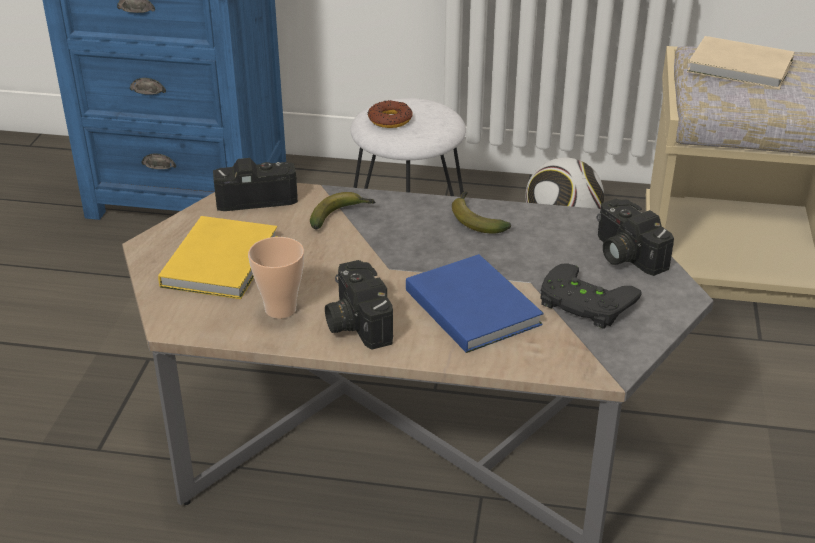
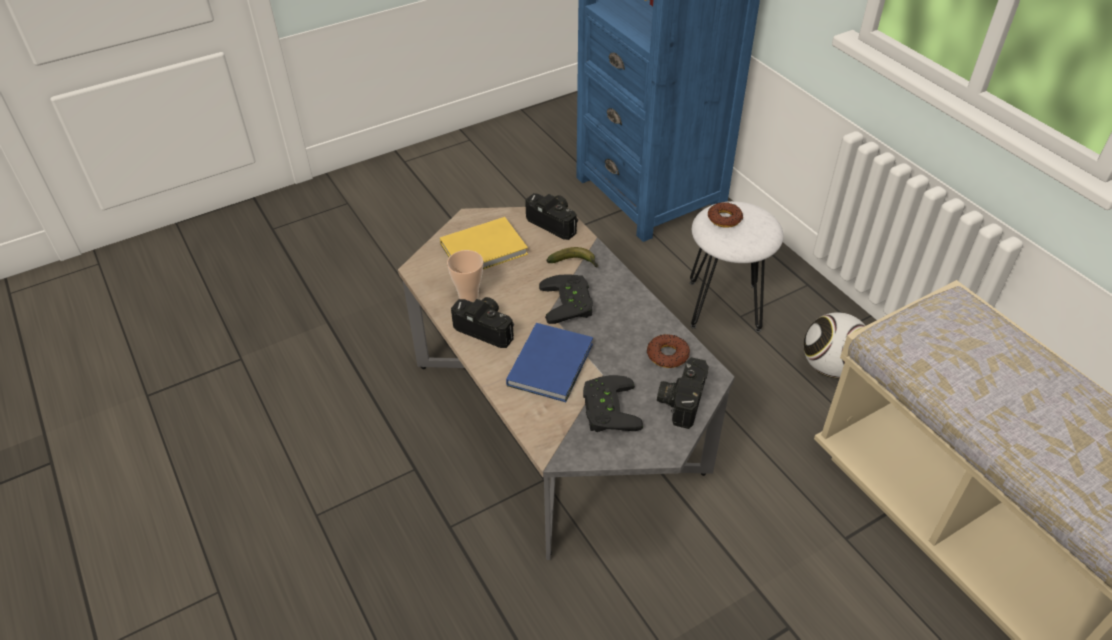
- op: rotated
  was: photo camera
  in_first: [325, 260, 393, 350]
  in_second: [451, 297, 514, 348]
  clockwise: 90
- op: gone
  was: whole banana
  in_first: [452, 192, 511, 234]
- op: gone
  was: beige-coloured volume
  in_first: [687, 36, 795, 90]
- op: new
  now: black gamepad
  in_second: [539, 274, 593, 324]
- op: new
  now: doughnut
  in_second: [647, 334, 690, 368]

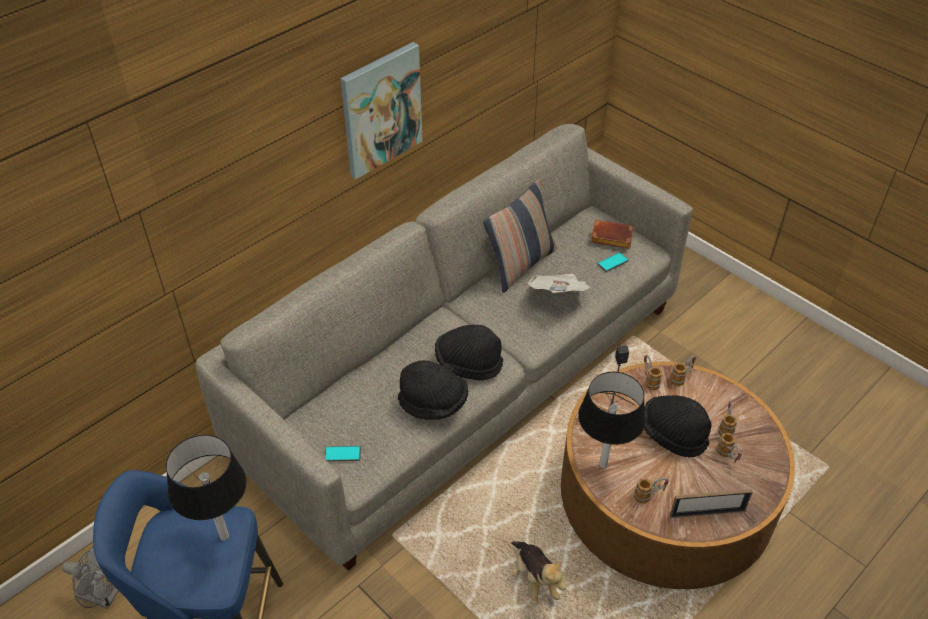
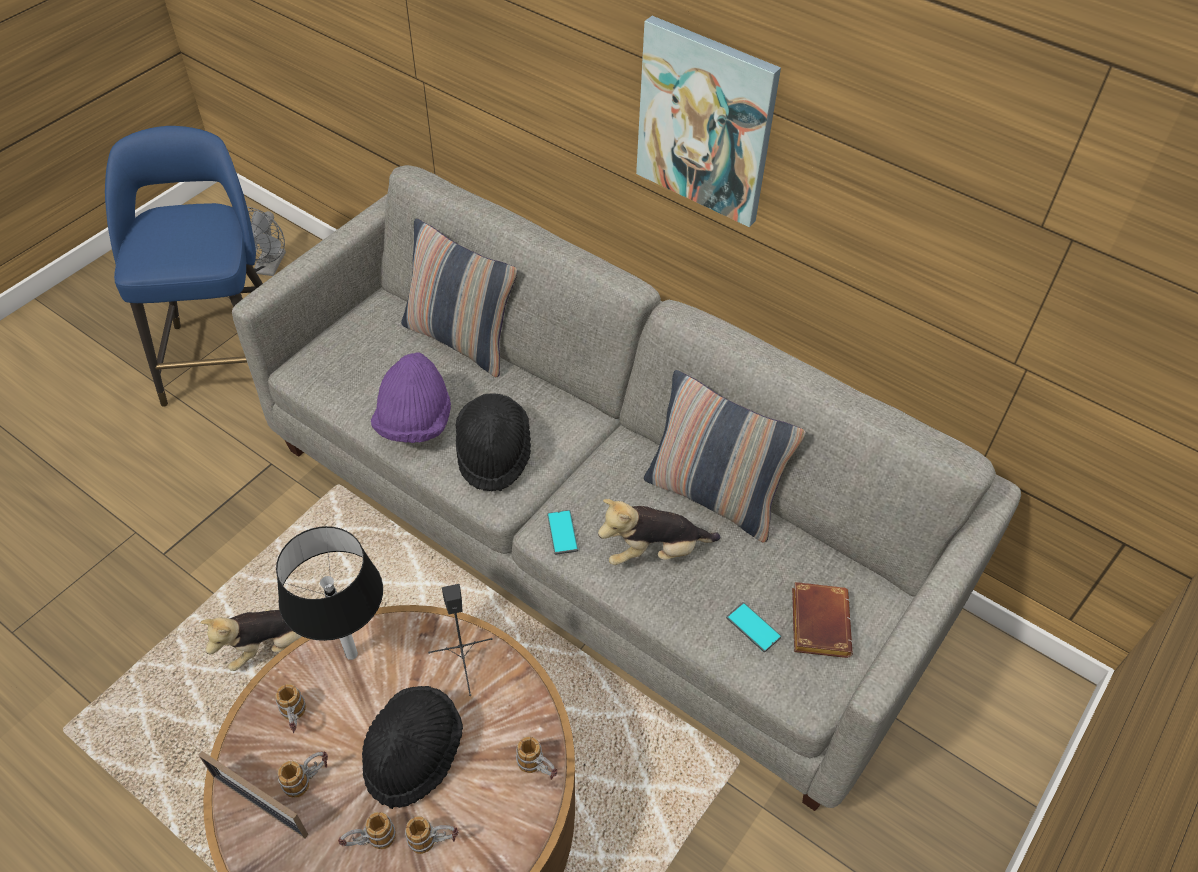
- op: gone
  was: black table lamp
  in_first: [166, 435, 247, 541]
- op: shifted
  was: phone
  in_first: [325, 446, 361, 462]
  in_second: [547, 510, 578, 555]
- op: repainted
  was: black hat
  now: purple-coloured hat
  in_first: [398, 360, 468, 420]
  in_second: [371, 352, 451, 443]
- op: swapped
  was: newspaper
  now: soft toy
  in_first: [528, 274, 591, 293]
  in_second: [598, 499, 720, 565]
- op: shifted
  was: coffee mug
  in_first: [644, 355, 662, 390]
  in_second: [278, 751, 328, 798]
- op: rotated
  was: photo frame
  in_first: [670, 489, 753, 518]
  in_second: [198, 751, 308, 839]
  clockwise: -45
- op: new
  now: throw pillow
  in_second: [401, 219, 518, 377]

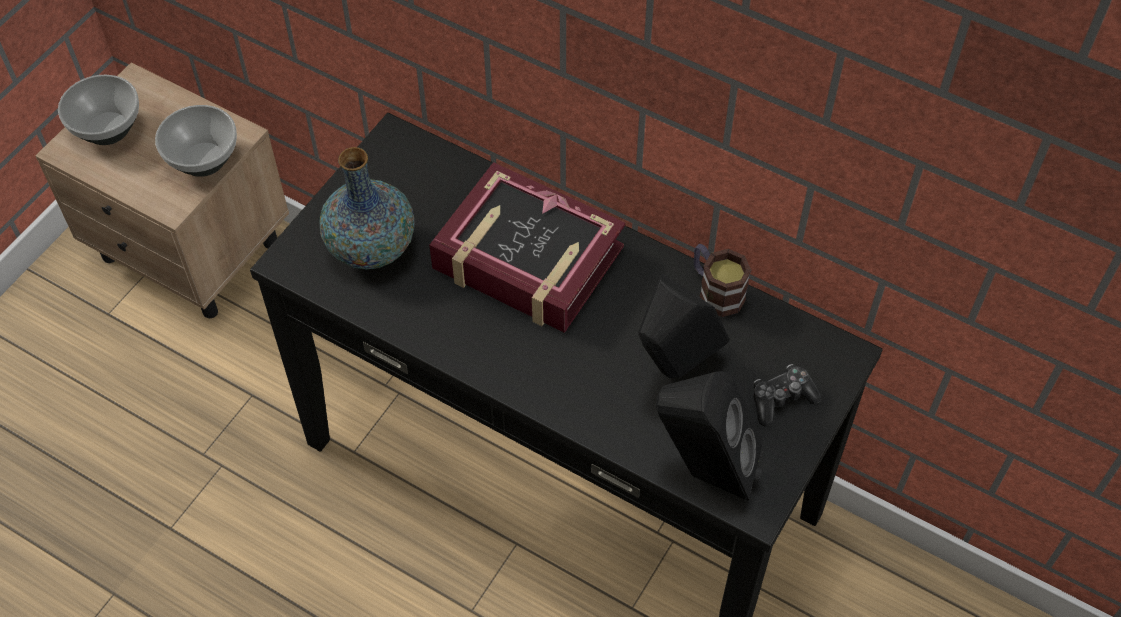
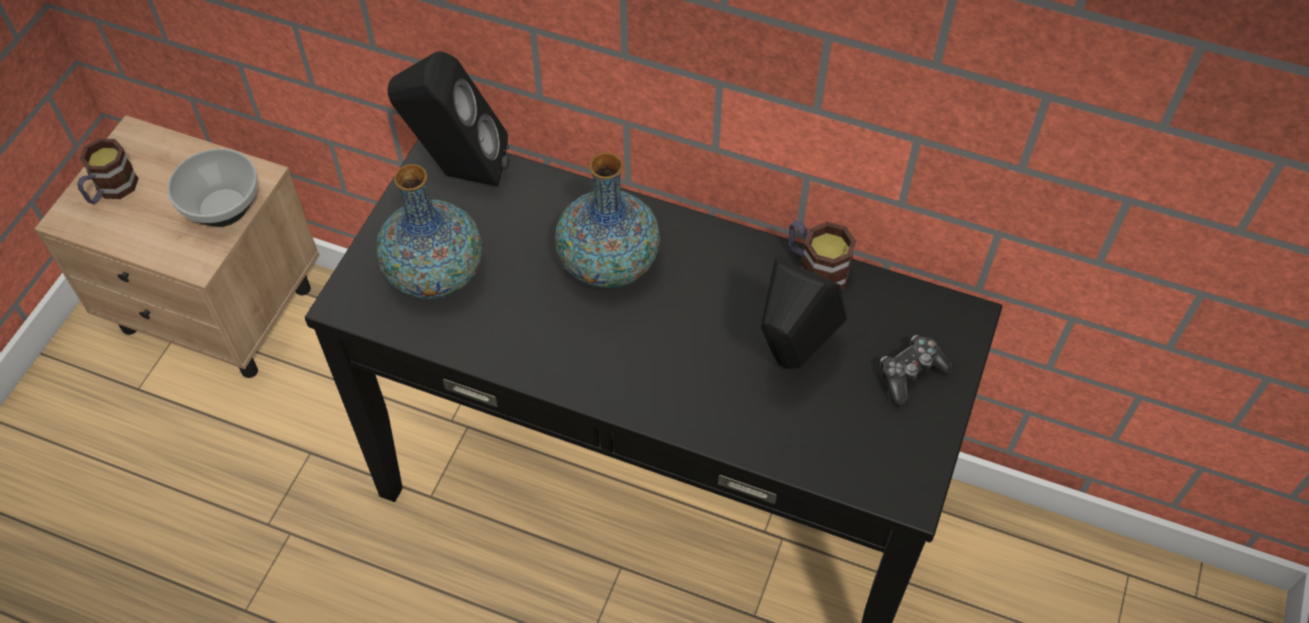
- op: swapped
  was: serving bowl
  now: coffee mug
  in_first: [58, 75, 139, 145]
  in_second: [77, 138, 139, 204]
- op: swapped
  was: volume
  now: decorative vase
  in_first: [429, 162, 625, 333]
  in_second: [555, 153, 660, 288]
- op: shifted
  was: black speaker
  in_first: [656, 371, 763, 501]
  in_second: [388, 52, 509, 187]

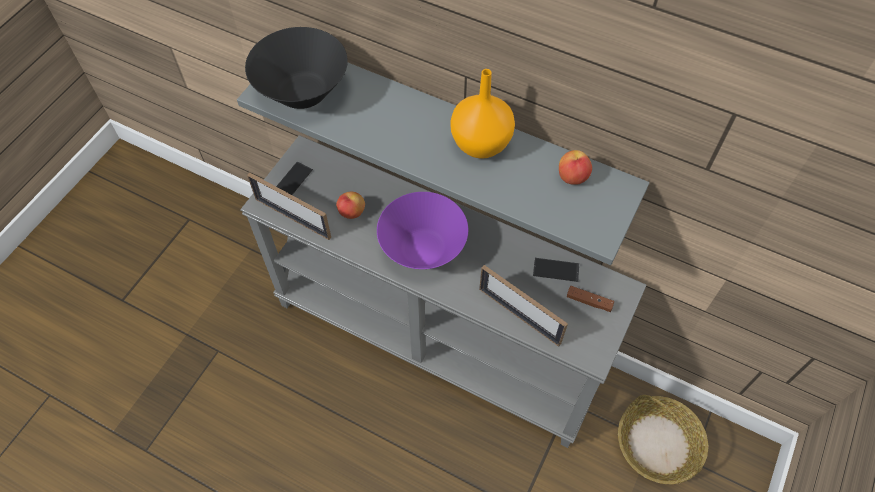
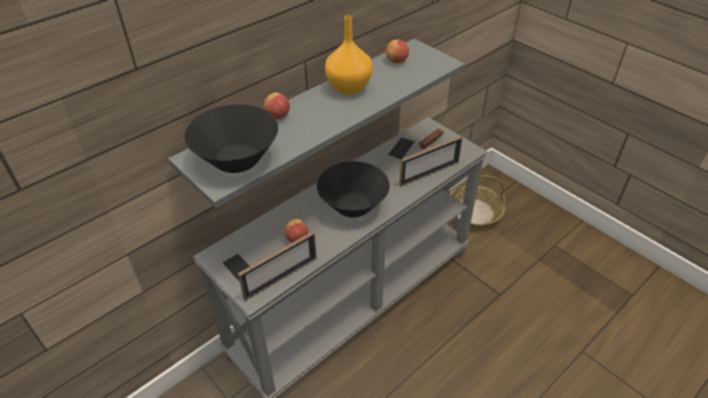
- op: repainted
  was: purple-coloured serving bowl
  now: black serving bowl
  in_first: [377, 192, 468, 269]
  in_second: [317, 161, 390, 218]
- op: new
  now: apple
  in_second: [264, 93, 290, 120]

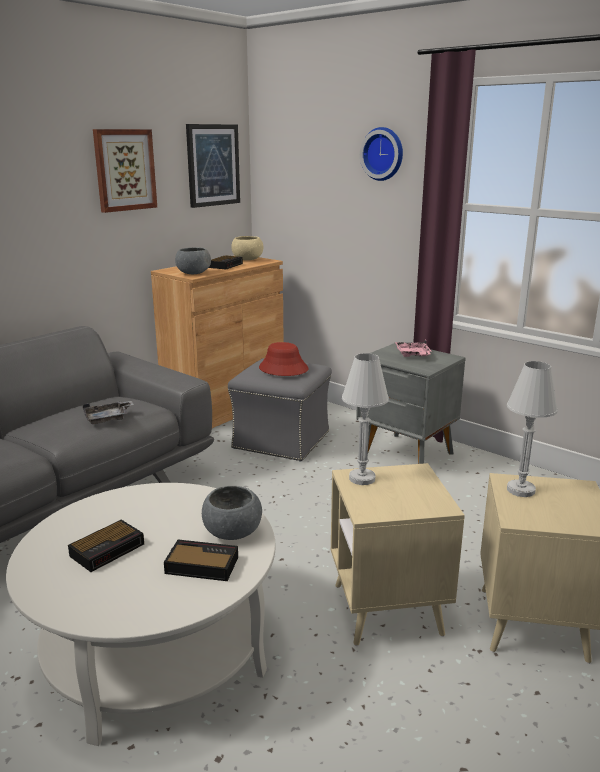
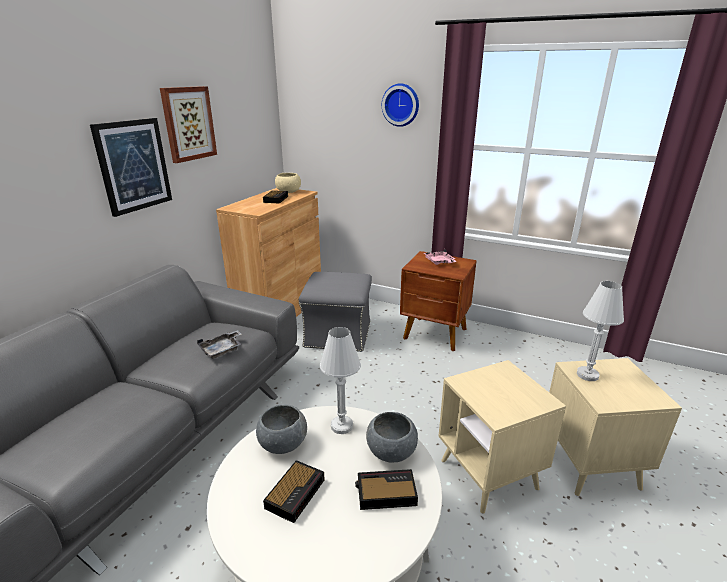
- op: shifted
  was: greyish serving bowl
  in_first: [175, 247, 211, 274]
  in_second: [256, 405, 307, 454]
- op: shifted
  was: wall picture
  in_first: [186, 124, 240, 208]
  in_second: [90, 118, 172, 217]
- op: gone
  was: red hat
  in_first: [259, 342, 309, 376]
- op: shifted
  was: white-coloured table lamp
  in_first: [342, 353, 389, 485]
  in_second: [320, 327, 361, 434]
- op: repainted
  was: greyish bedside table
  now: brown bedside table
  in_first: [356, 343, 466, 464]
  in_second: [400, 251, 477, 351]

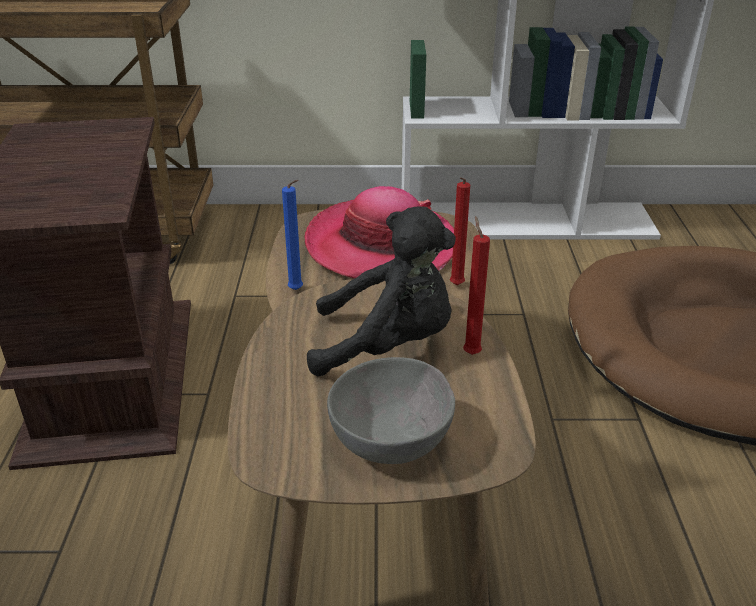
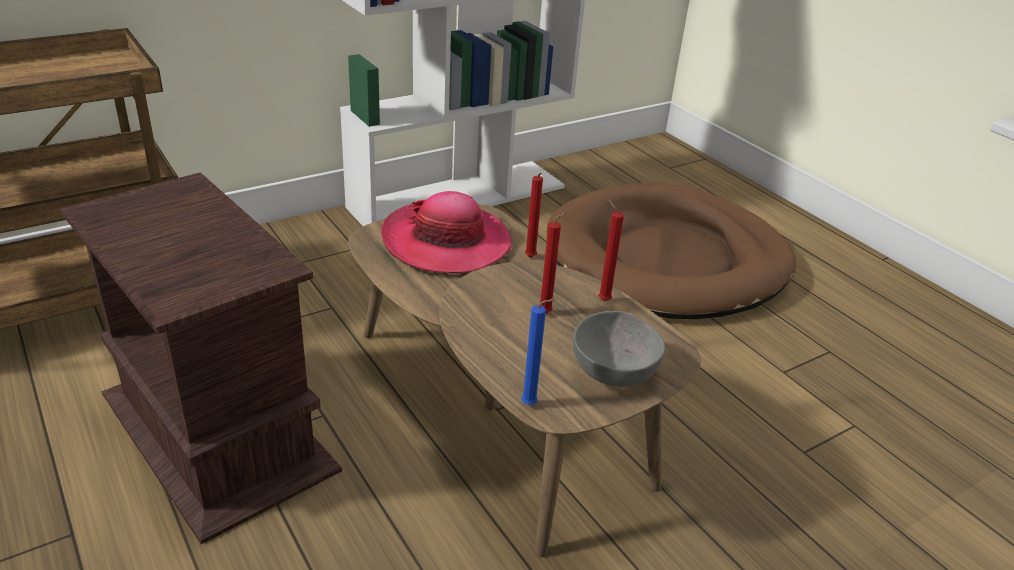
- op: shifted
  was: blue-coloured wax candle
  in_first: [282, 180, 303, 290]
  in_second: [521, 298, 555, 405]
- op: swapped
  was: black soft toy
  now: red wax candle
  in_first: [307, 206, 456, 377]
  in_second: [540, 212, 567, 313]

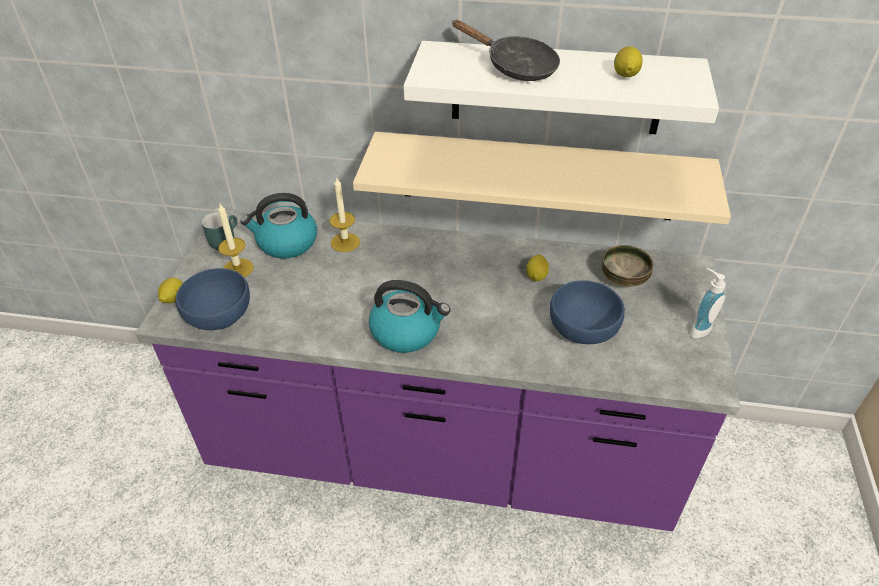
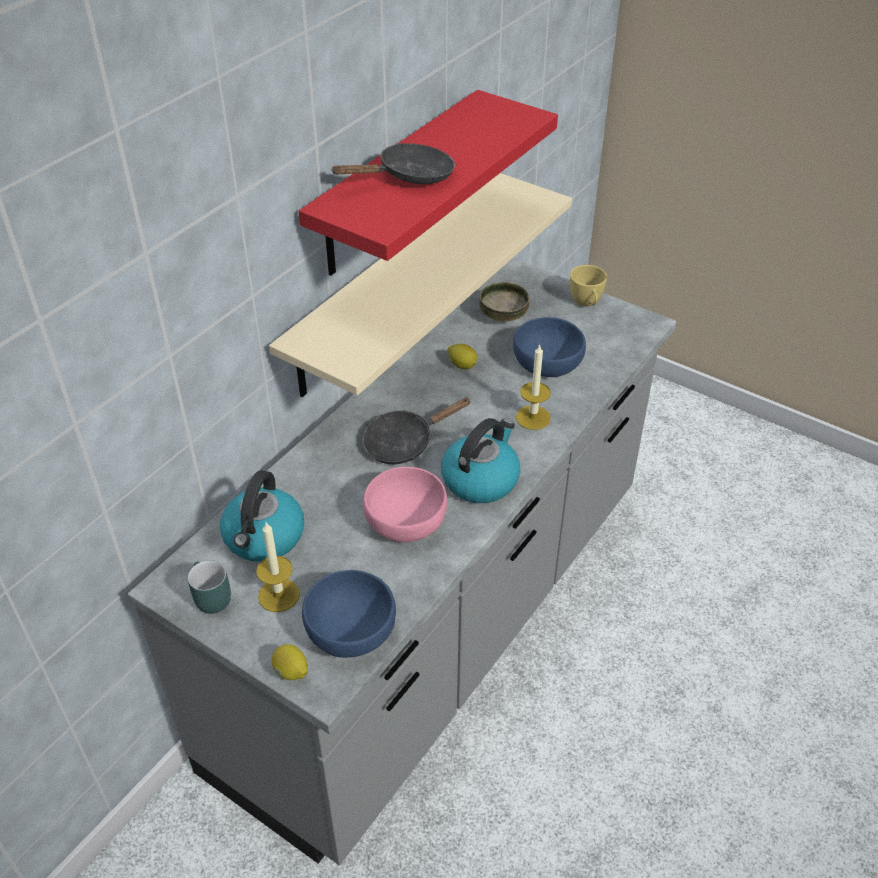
- op: repainted
  was: purple-coloured kitchen base unit
  now: greyish kitchen base unit
  in_first: [135, 208, 740, 531]
  in_second: [128, 258, 676, 865]
- op: shifted
  was: wax candle
  in_first: [330, 178, 360, 252]
  in_second: [516, 344, 551, 430]
- op: repainted
  was: white-coloured bracket shelf
  now: red bracket shelf
  in_first: [403, 41, 719, 134]
  in_second: [299, 90, 558, 275]
- op: gone
  was: lemon
  in_first: [614, 46, 643, 77]
- op: swapped
  was: soap bottle
  now: yellow small cup
  in_first: [690, 268, 726, 339]
  in_second: [570, 265, 607, 306]
- op: new
  now: black skillet
  in_second: [363, 397, 471, 464]
- op: new
  now: pink serving bowl
  in_second: [363, 467, 447, 542]

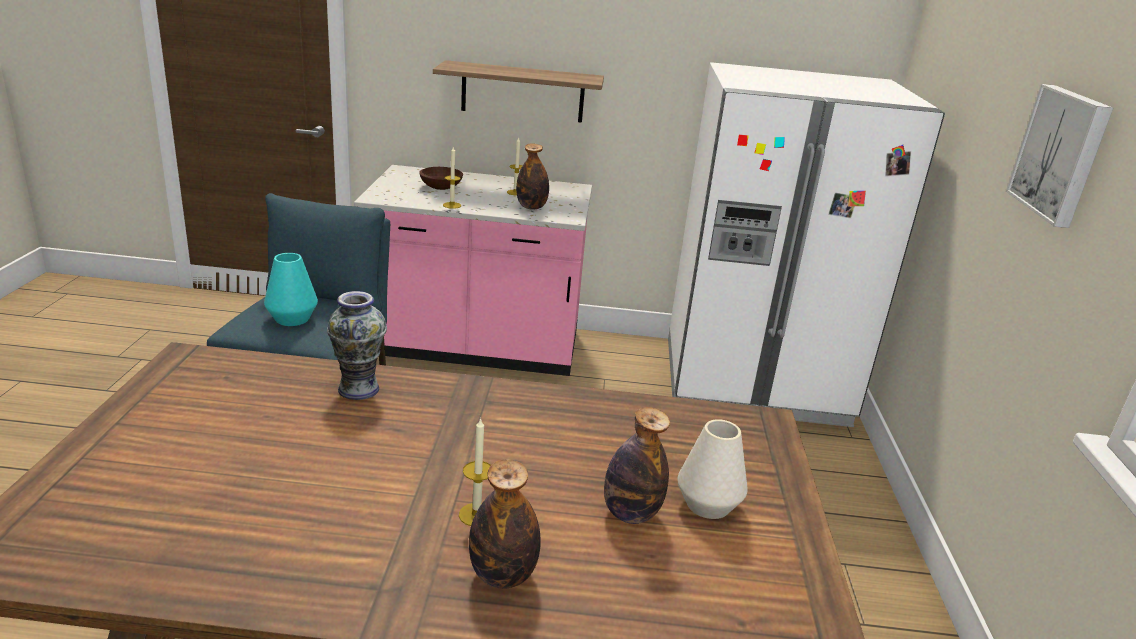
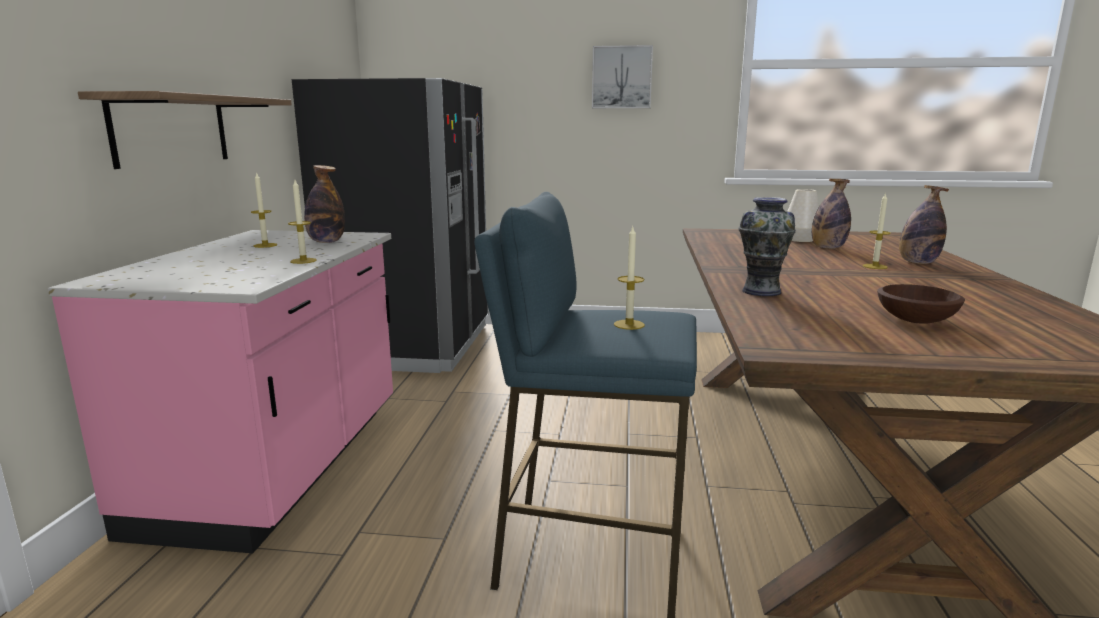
- op: swapped
  was: turquoise decorative vase
  now: wax candle
  in_first: [264, 253, 318, 326]
  in_second: [614, 227, 645, 330]
- op: shifted
  was: brown serving bowl
  in_first: [419, 167, 463, 190]
  in_second: [877, 284, 965, 324]
- op: repainted
  was: white-coloured fridge
  now: black fridge
  in_first: [668, 62, 945, 427]
  in_second: [292, 78, 488, 373]

